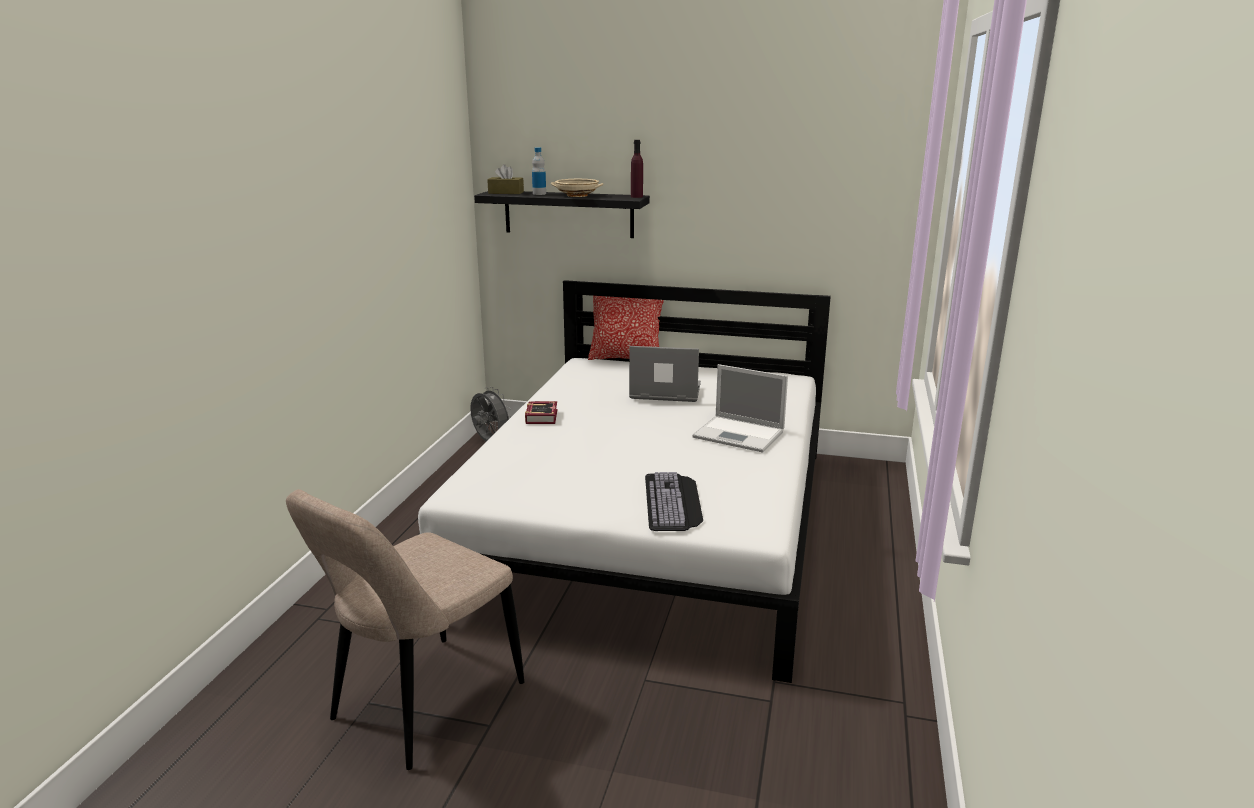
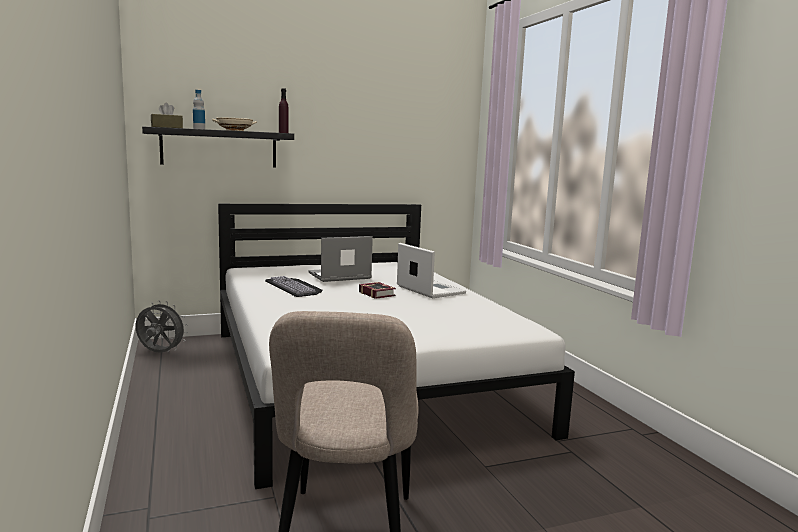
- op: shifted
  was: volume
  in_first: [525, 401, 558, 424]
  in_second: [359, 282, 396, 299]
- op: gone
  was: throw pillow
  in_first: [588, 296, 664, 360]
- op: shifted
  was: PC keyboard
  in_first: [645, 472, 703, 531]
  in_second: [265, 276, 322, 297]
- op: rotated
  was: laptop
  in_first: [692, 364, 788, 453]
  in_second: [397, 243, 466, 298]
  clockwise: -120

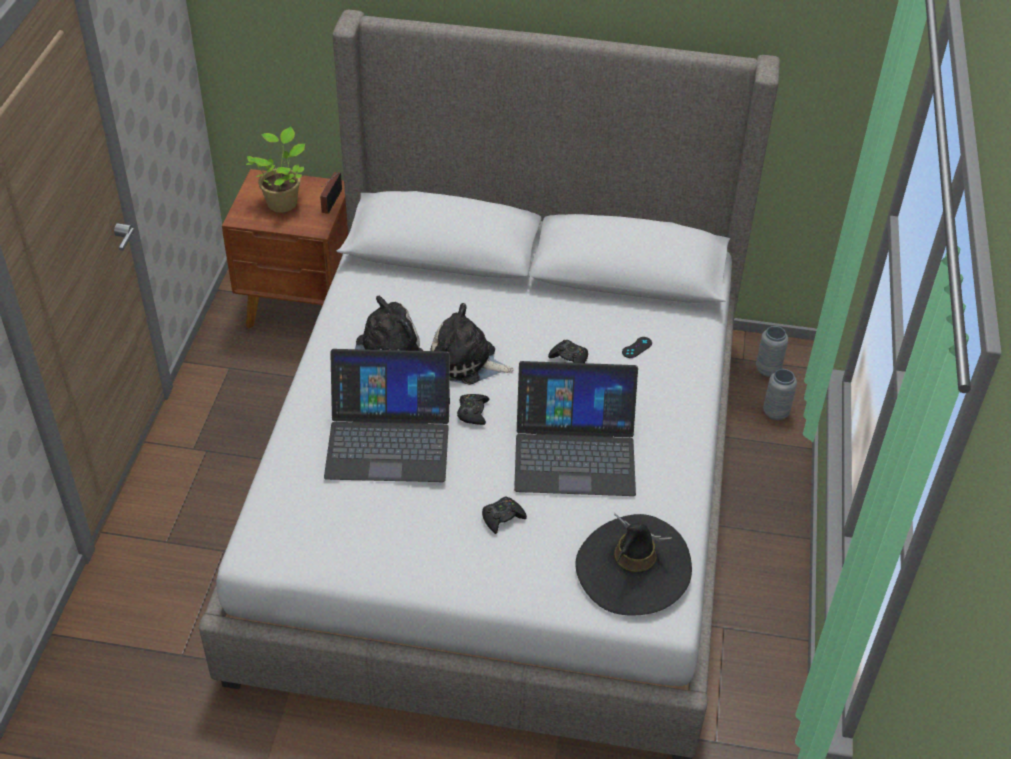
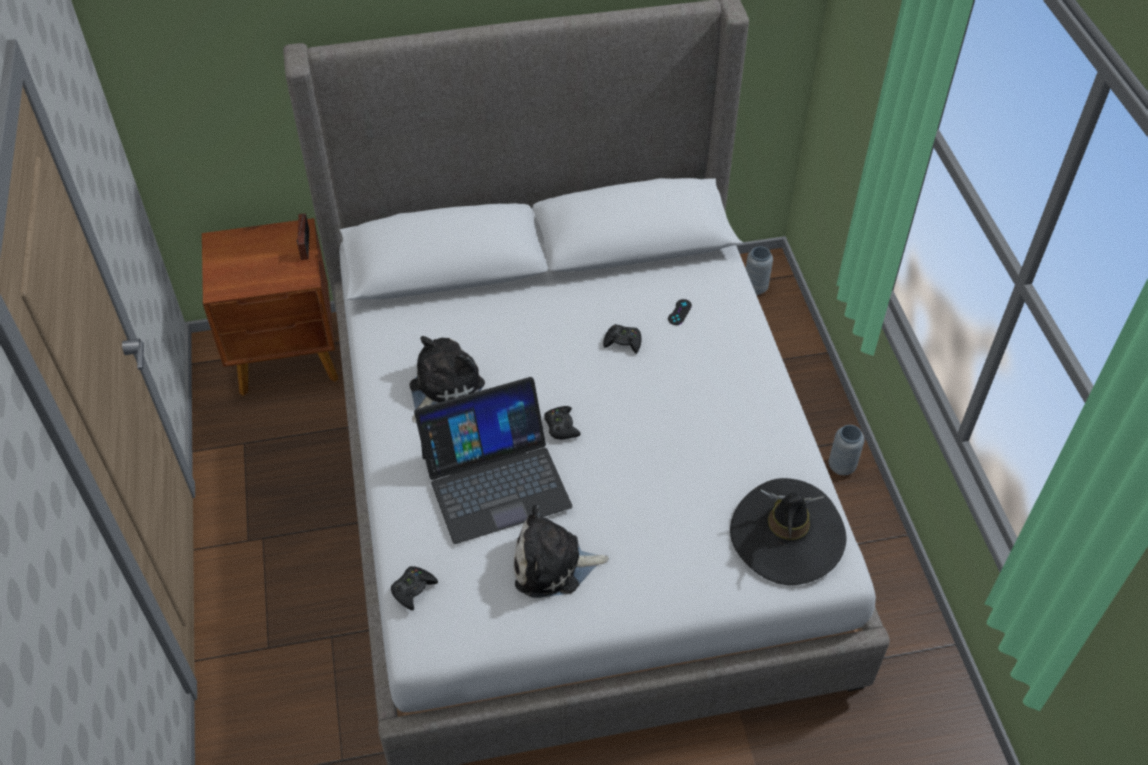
- op: gone
  was: houseplant
  in_first: [246, 127, 305, 213]
- op: shifted
  was: soft toy
  in_first: [430, 303, 514, 385]
  in_second: [514, 504, 609, 598]
- op: shifted
  was: black gamepad
  in_first: [482, 497, 527, 534]
  in_second: [391, 566, 438, 610]
- op: gone
  was: laptop
  in_first: [514, 361, 638, 496]
- op: shifted
  was: greyish decorative vase
  in_first: [763, 369, 797, 420]
  in_second: [829, 425, 865, 475]

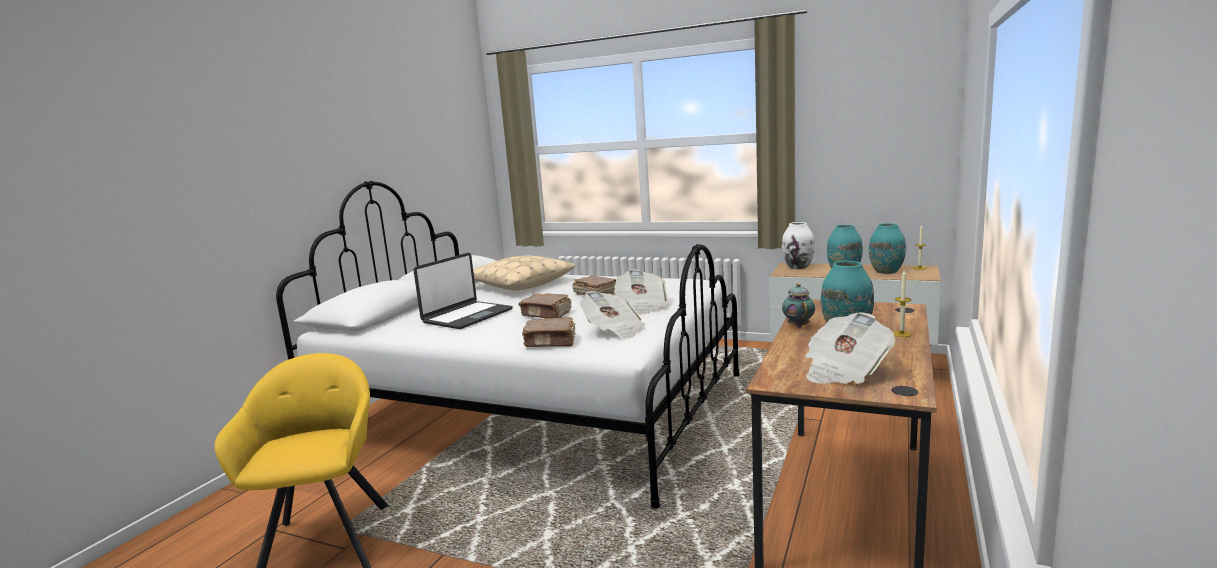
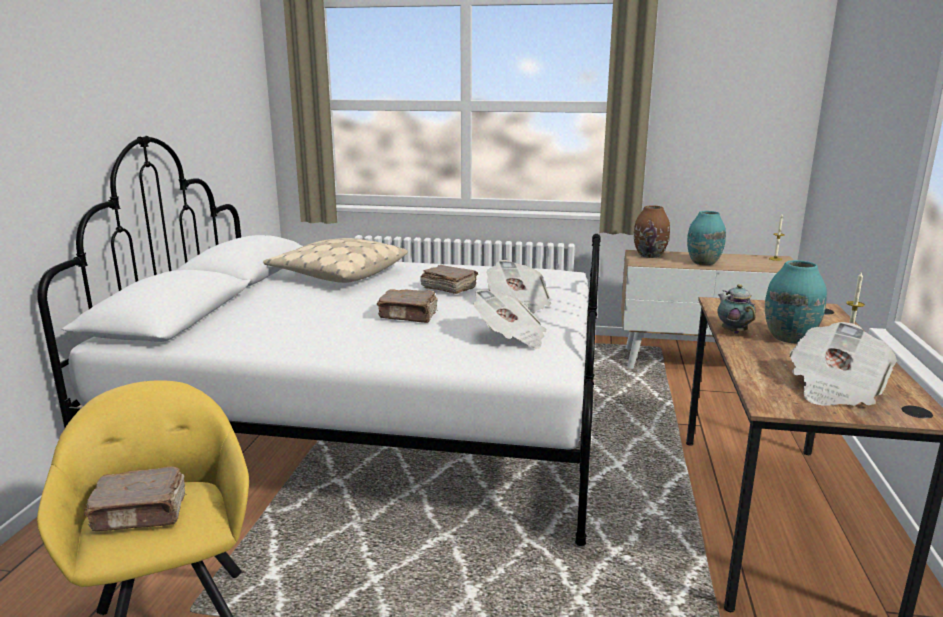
- op: gone
  was: laptop
  in_first: [413, 253, 513, 329]
- op: shifted
  was: brown volume
  in_first: [522, 317, 576, 347]
  in_second: [84, 466, 185, 531]
- op: repainted
  was: white-coloured decorative vase
  now: brown decorative vase
  in_first: [782, 222, 815, 269]
  in_second: [634, 205, 670, 258]
- op: gone
  was: turquoise decorative vase
  in_first: [869, 223, 906, 274]

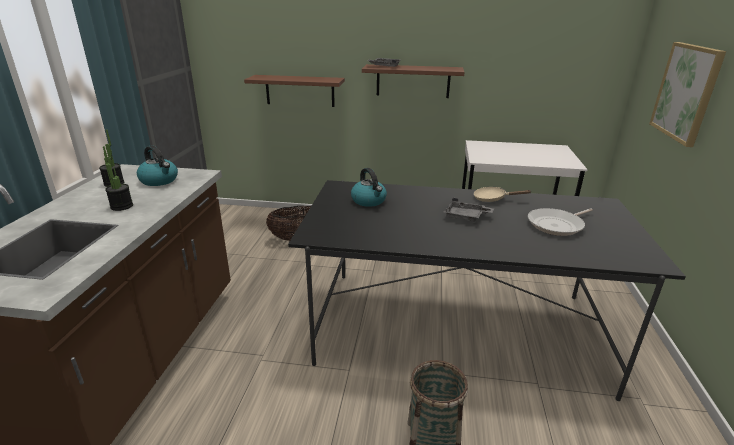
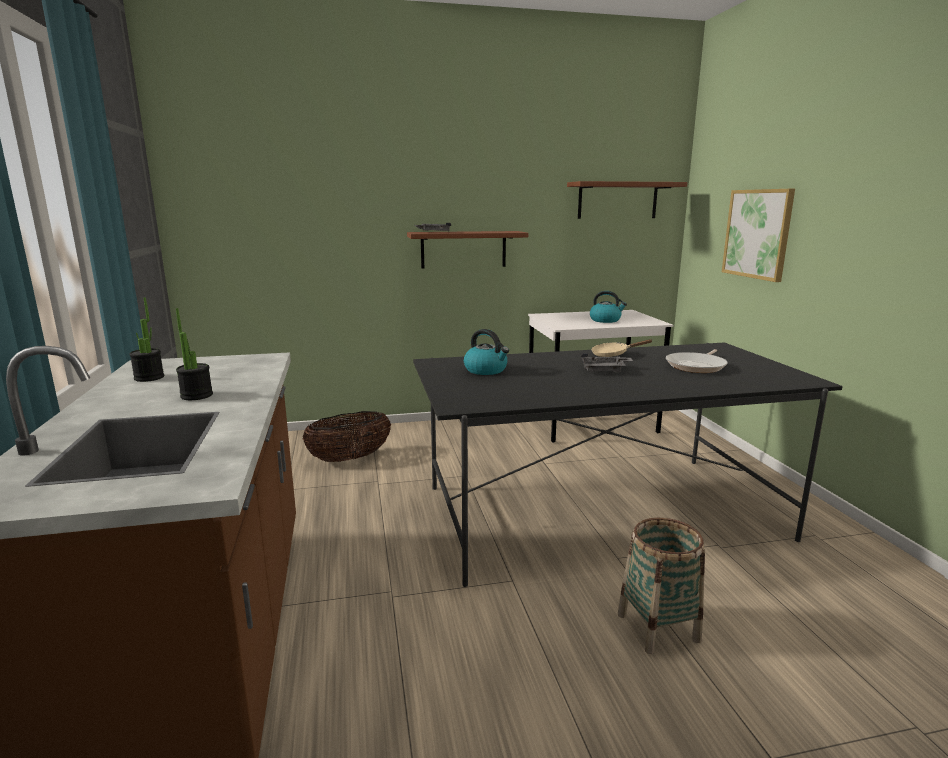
- op: shifted
  was: water kettle
  in_first: [137, 145, 178, 186]
  in_second: [590, 291, 627, 323]
- op: shifted
  was: brown bracket shelf
  in_first: [244, 75, 345, 107]
  in_second: [567, 181, 687, 219]

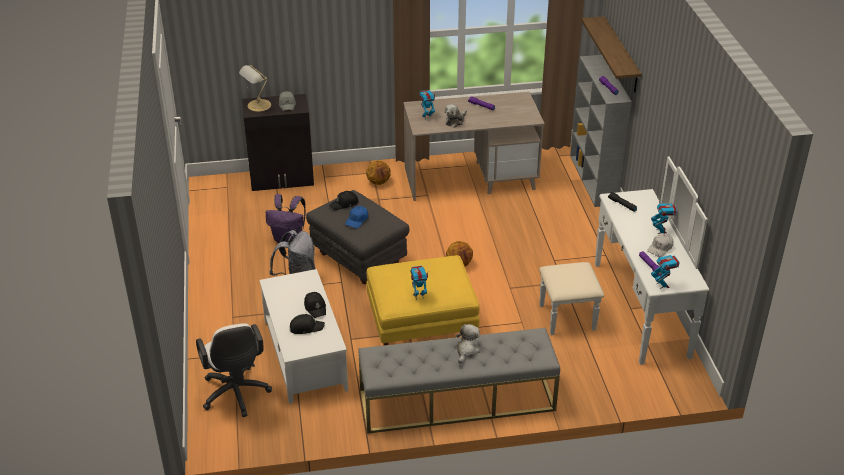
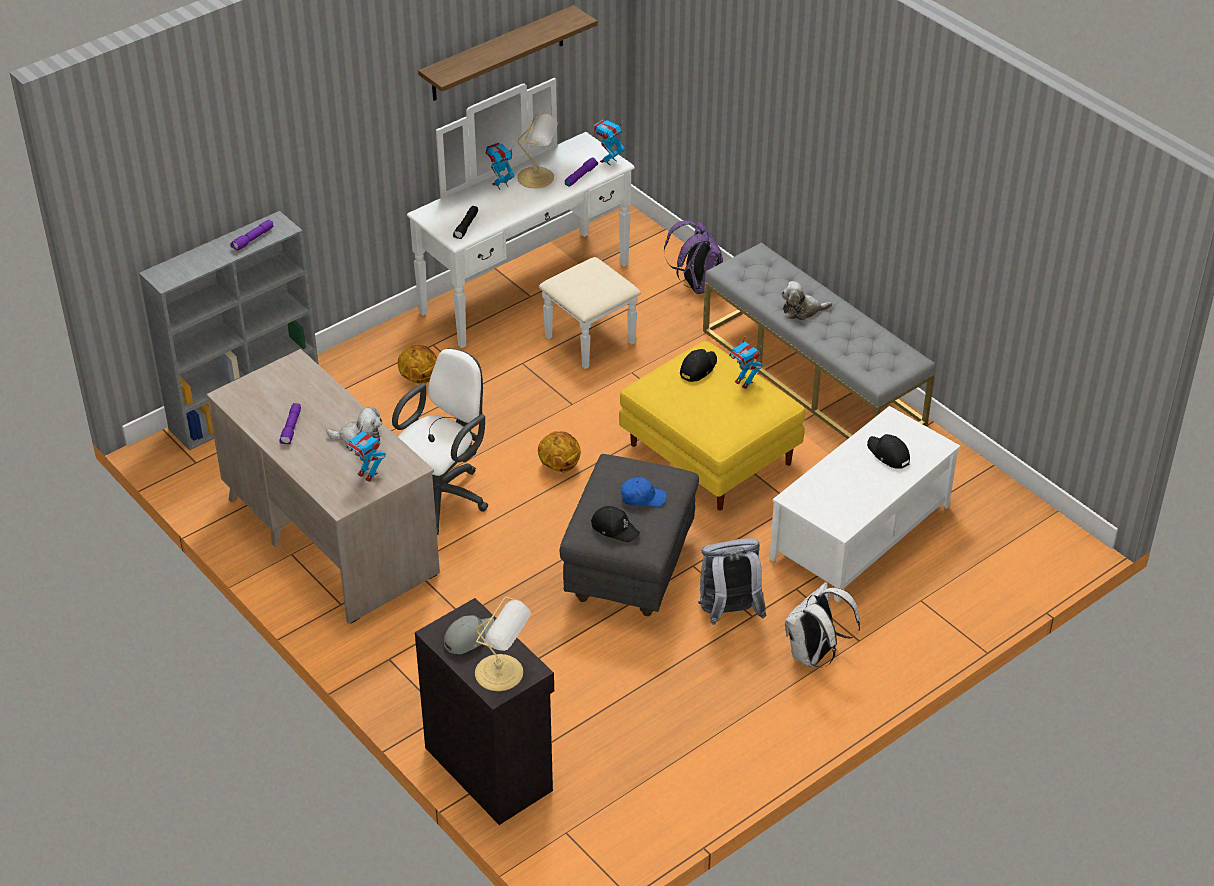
- op: shifted
  was: white-coloured desk chair
  in_first: [196, 323, 272, 417]
  in_second: [392, 348, 488, 535]
- op: shifted
  was: purple-coloured backpack
  in_first: [266, 194, 306, 243]
  in_second: [664, 220, 723, 294]
- op: shifted
  was: black peaked cap
  in_first: [304, 292, 326, 318]
  in_second: [680, 349, 717, 382]
- op: shifted
  was: ball for basketball
  in_first: [366, 160, 391, 185]
  in_second: [398, 345, 437, 384]
- op: shifted
  was: bracket shelf
  in_first: [581, 16, 642, 92]
  in_second: [418, 5, 598, 101]
- op: swapped
  was: white-coloured peaked cap
  now: table lamp
  in_first: [647, 233, 673, 257]
  in_second: [517, 114, 558, 188]
- op: new
  now: white-coloured backpack
  in_second: [785, 582, 860, 667]

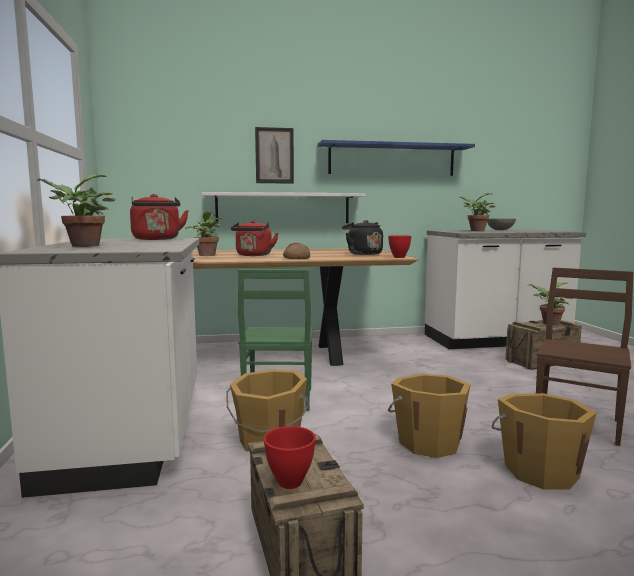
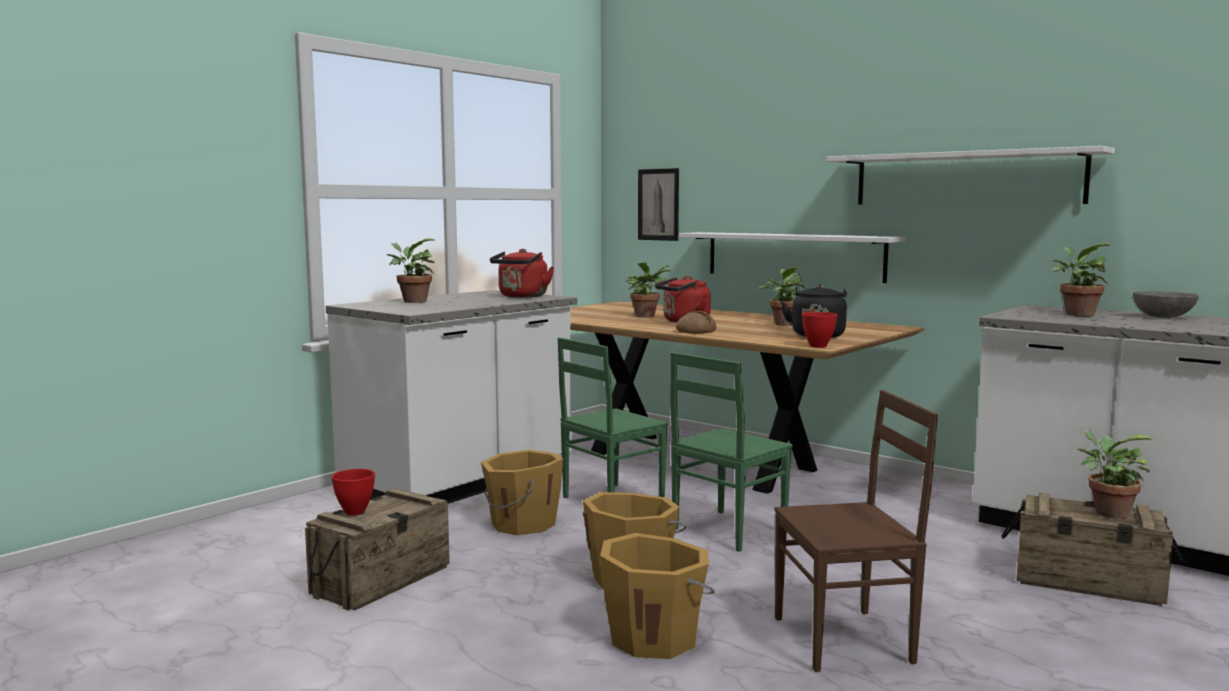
- op: shifted
  was: wall picture
  in_first: [255, 127, 294, 184]
  in_second: [638, 168, 679, 241]
- op: repainted
  was: blue-coloured bracket shelf
  now: white-coloured bracket shelf
  in_first: [318, 140, 475, 176]
  in_second: [826, 146, 1115, 205]
- op: new
  now: green-coloured upright chair
  in_second: [670, 352, 793, 552]
- op: new
  now: houseplant
  in_second: [759, 267, 805, 326]

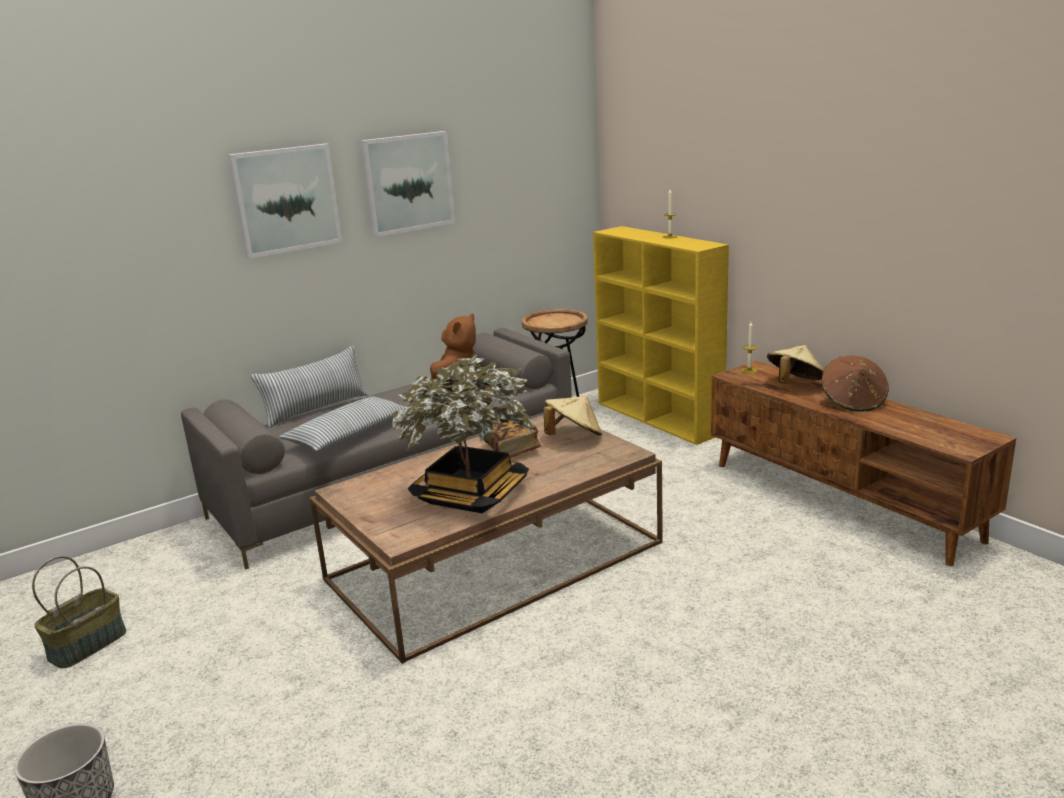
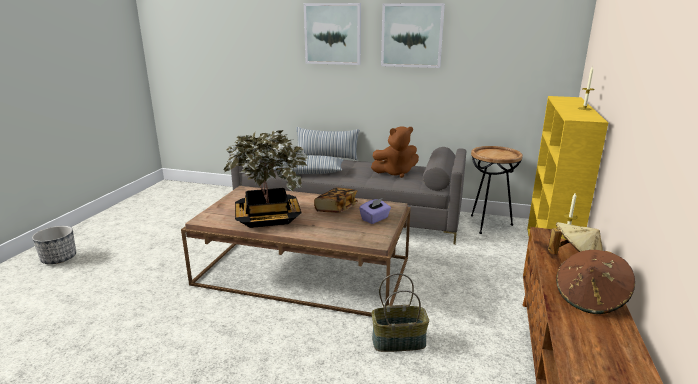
- op: shifted
  was: household basket
  in_first: [32, 556, 126, 668]
  in_second: [371, 273, 429, 352]
- op: swapped
  was: beige-coloured hat
  now: purple-coloured tissue box
  in_first: [544, 396, 602, 436]
  in_second: [359, 198, 391, 224]

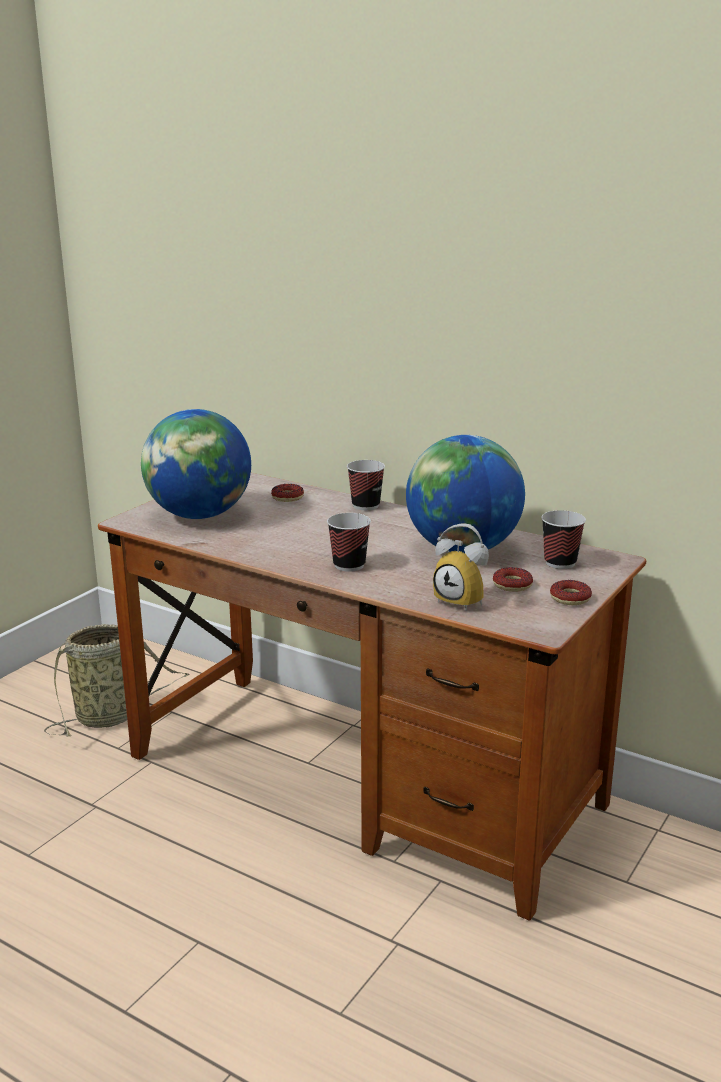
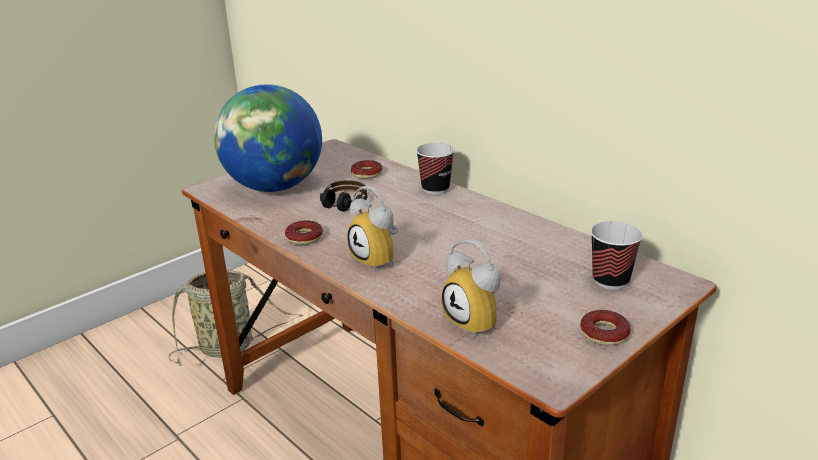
- op: swapped
  was: small cup
  now: bedside clock
  in_first: [327, 513, 371, 572]
  in_second: [347, 185, 398, 271]
- op: gone
  was: globe
  in_first: [406, 435, 525, 554]
- op: shifted
  was: doughnut
  in_first: [493, 567, 533, 592]
  in_second: [285, 220, 323, 245]
- op: new
  now: headphones
  in_second: [320, 180, 368, 212]

